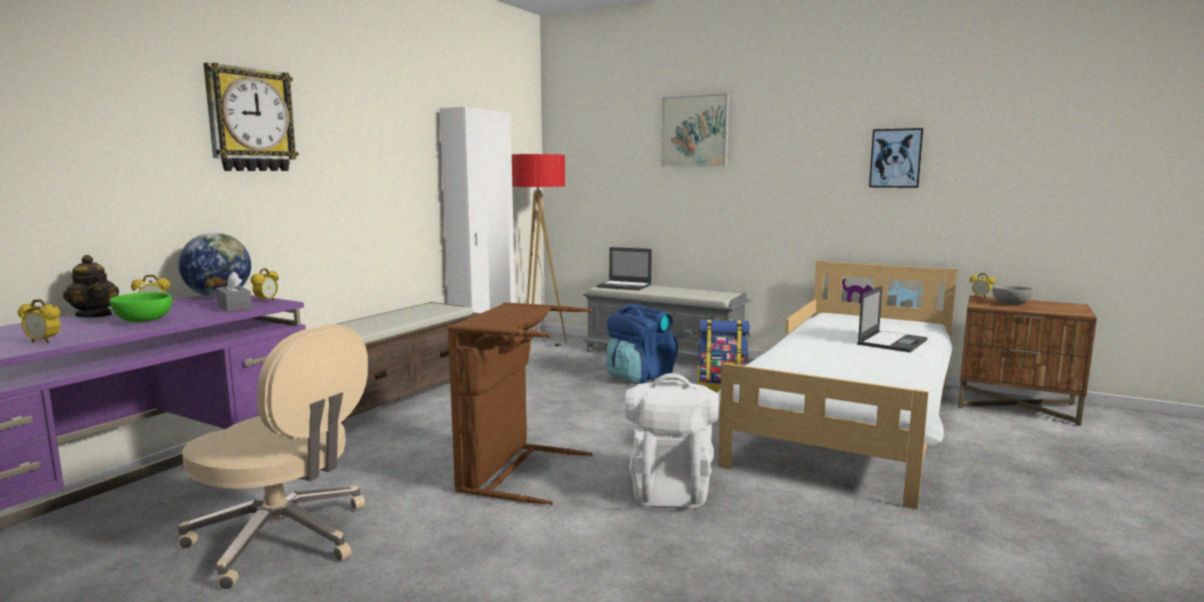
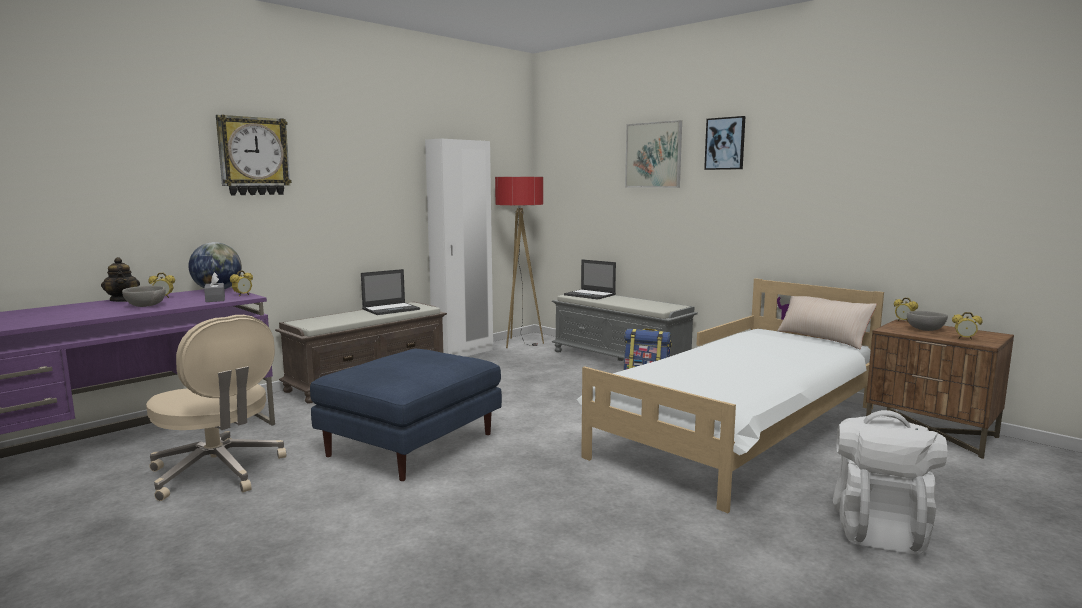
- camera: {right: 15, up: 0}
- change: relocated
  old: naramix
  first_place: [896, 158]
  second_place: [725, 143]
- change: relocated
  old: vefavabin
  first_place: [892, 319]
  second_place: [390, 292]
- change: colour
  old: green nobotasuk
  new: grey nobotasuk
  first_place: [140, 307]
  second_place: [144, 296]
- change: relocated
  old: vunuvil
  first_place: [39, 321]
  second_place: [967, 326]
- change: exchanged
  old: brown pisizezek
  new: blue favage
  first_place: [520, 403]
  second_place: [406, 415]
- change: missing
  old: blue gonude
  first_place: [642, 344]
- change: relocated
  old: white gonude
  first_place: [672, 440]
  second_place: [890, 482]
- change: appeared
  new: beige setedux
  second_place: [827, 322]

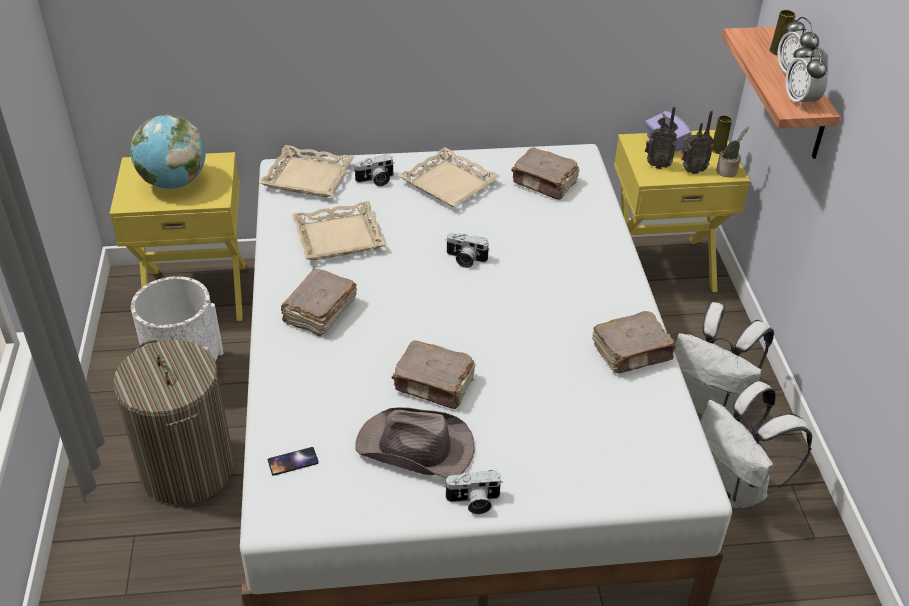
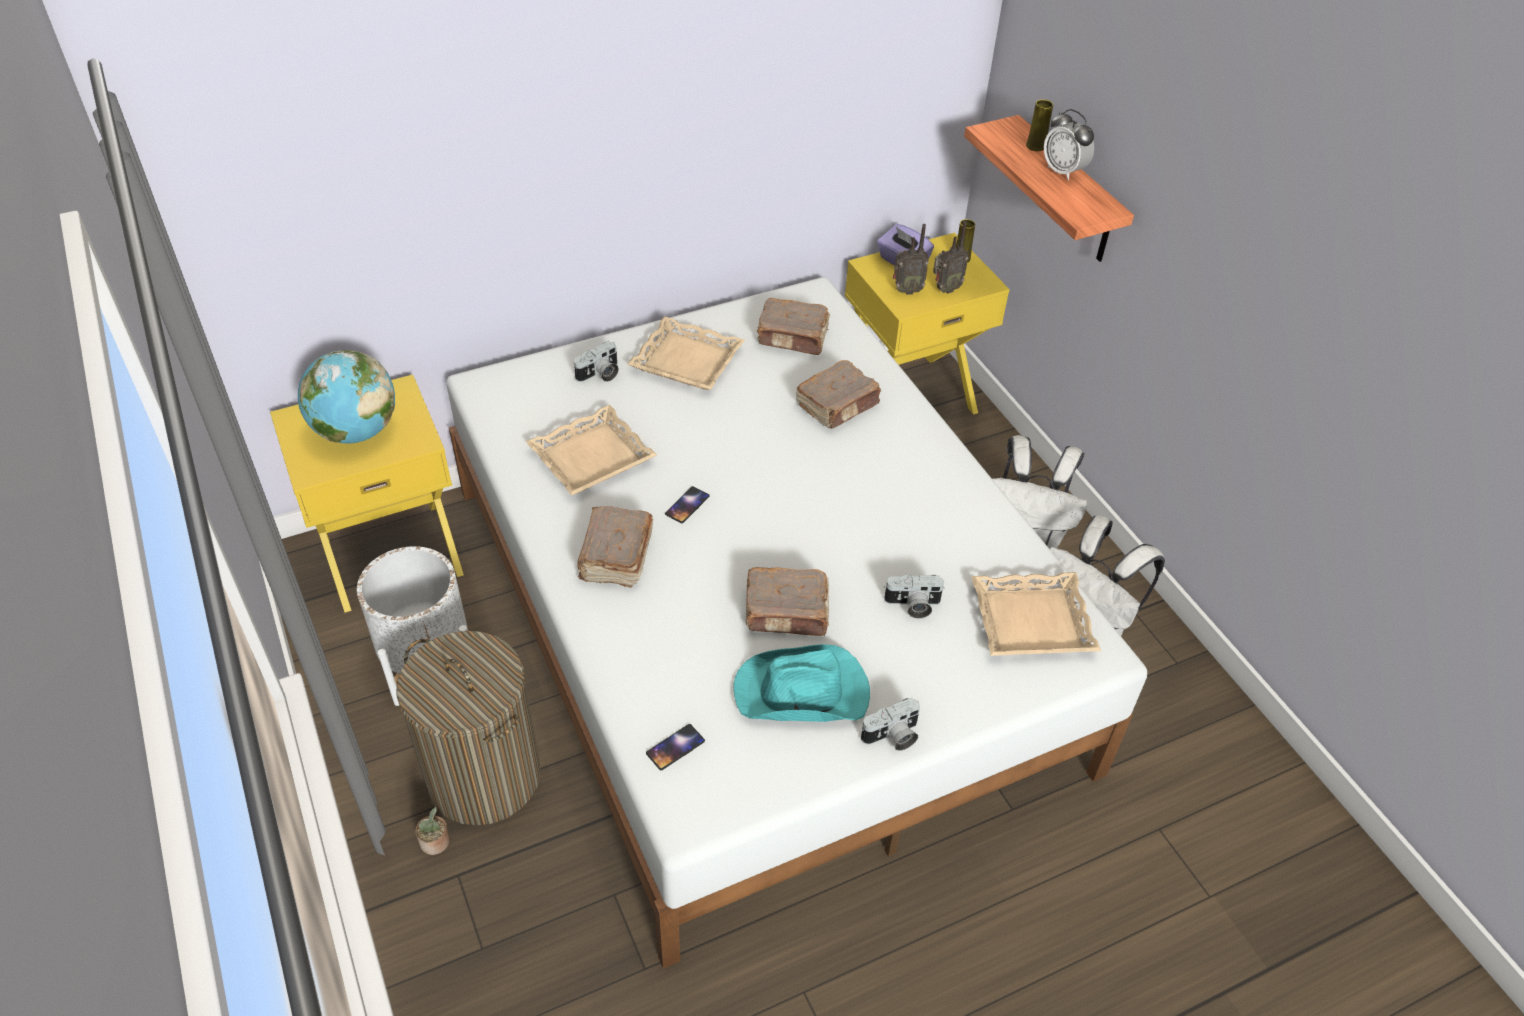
- camera: {right: -20, up: 5}
- change: missing
  old: vunuvil
  first_place: [806, 76]
- change: relocated
  old: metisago
  first_place: [732, 151]
  second_place: [433, 831]
- change: relocated
  old: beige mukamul
  first_place: [306, 171]
  second_place: [1036, 614]
- change: relocated
  old: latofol
  first_place: [468, 250]
  second_place: [914, 596]
- change: relocated
  old: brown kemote
  first_place: [634, 342]
  second_place: [838, 394]
- change: colour
  old: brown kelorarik
  new: turquoise kelorarik
  first_place: [415, 443]
  second_place: [801, 683]
- change: appeared
  new: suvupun
  second_place: [687, 504]

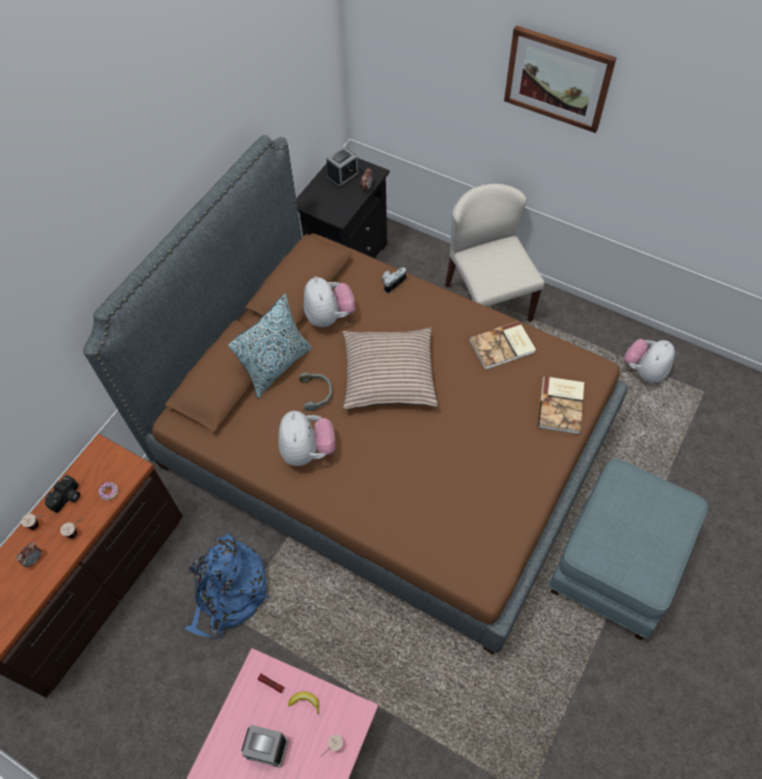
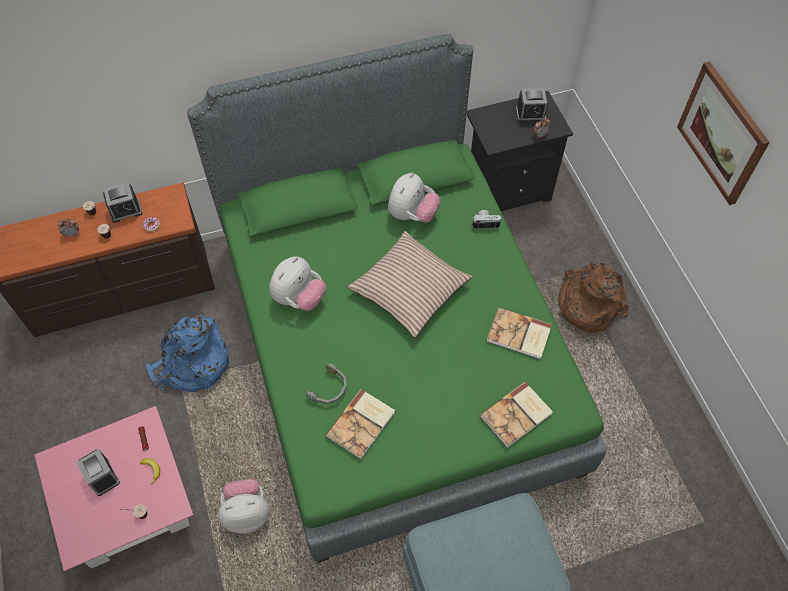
- camera: {right: 40, up: 0}
- change: colour
  old: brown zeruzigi
  new: green zeruzigi
  first_place: [355, 394]
  second_place: [396, 298]
- change: exchanged
  old: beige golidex
  new: brown gonude
  first_place: [495, 252]
  second_place: [593, 298]
- change: missing
  old: setedux
  first_place: [270, 345]
- change: relocated
  old: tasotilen
  first_place: [649, 361]
  second_place: [243, 506]
- change: relocated
  old: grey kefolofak
  first_place: [315, 392]
  second_place: [326, 383]
- change: exchanged
  old: latofol
  new: vunuvil
  first_place: [62, 494]
  second_place: [123, 203]
- change: appeared
  new: kemote
  second_place: [360, 424]

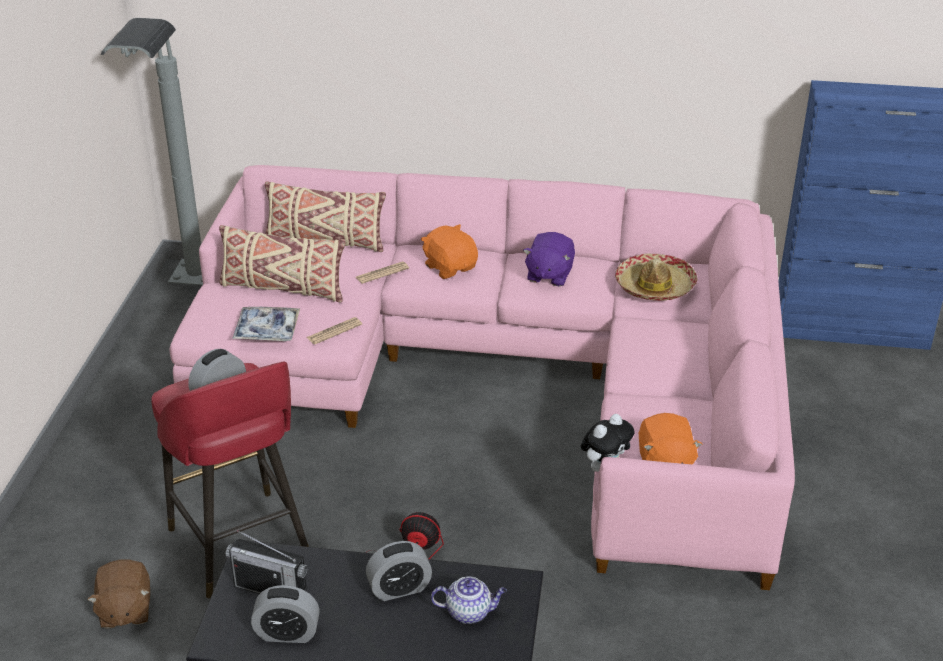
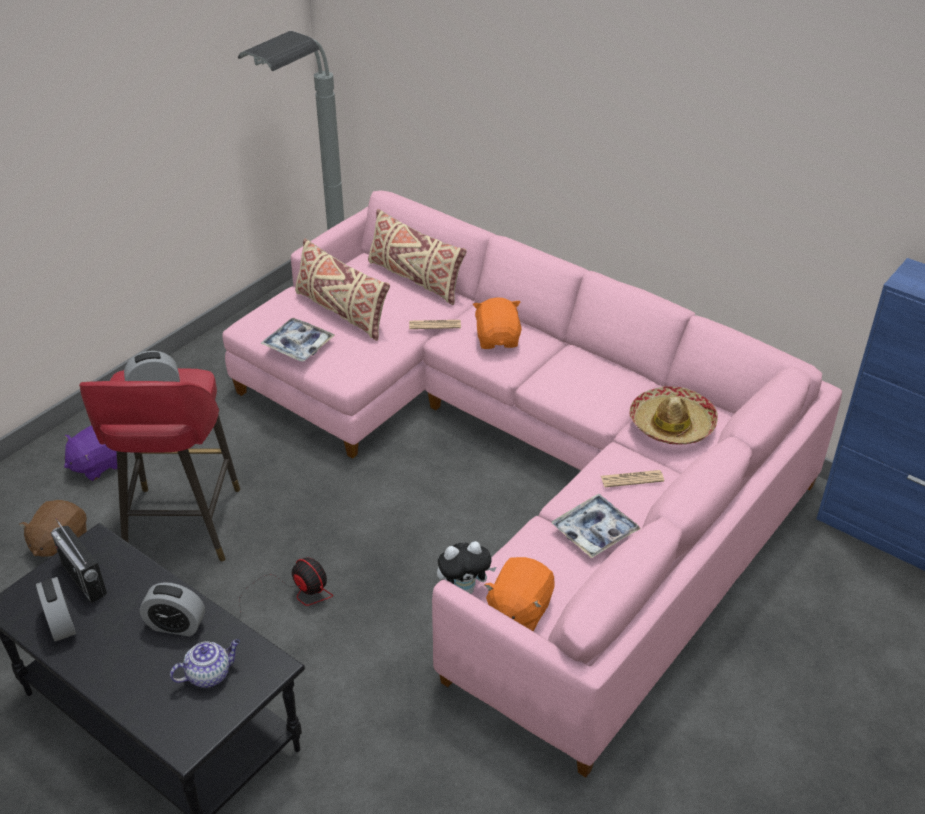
- camera: {right: 30, up: 5}
- change: relocated
  old: purple tasotilen
  first_place: [549, 259]
  second_place: [90, 453]
- change: relocated
  old: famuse
  first_place: [334, 331]
  second_place: [632, 478]
- change: spun
  old: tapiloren
  first_place: [469, 600]
  second_place: [205, 663]
  degrees: -60
- change: spun
  old: vunuvil
  first_place: [285, 614]
  second_place: [56, 609]
  degrees: -150
- change: appeared
  new: mukamul
  second_place: [596, 526]

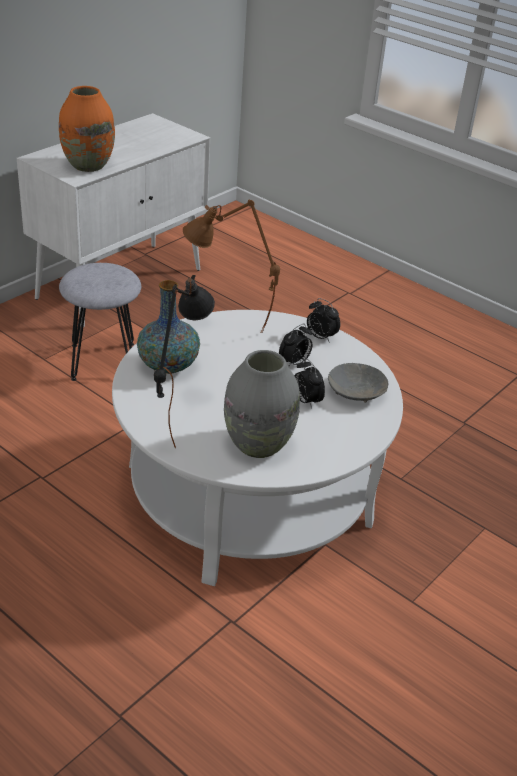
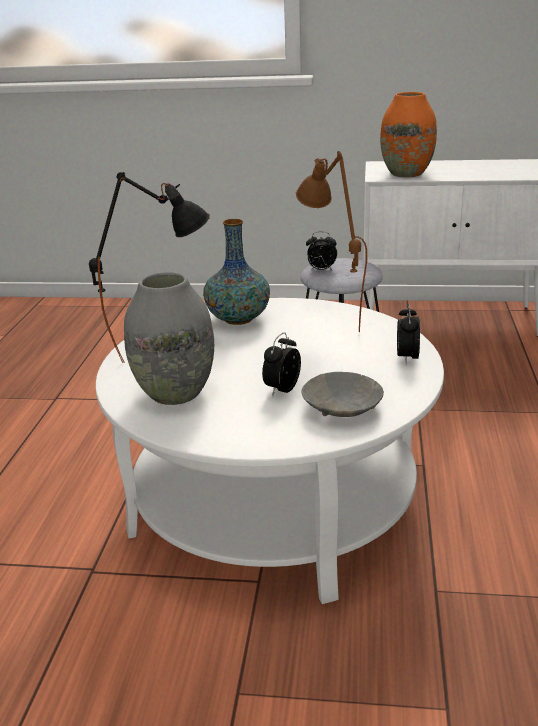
- camera: {right: 60, up: -10}
- change: relocated
  old: vunuvil
  first_place: [295, 345]
  second_place: [321, 251]

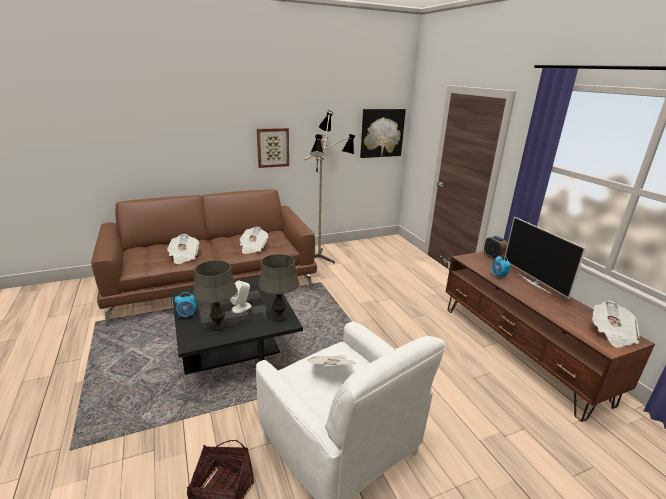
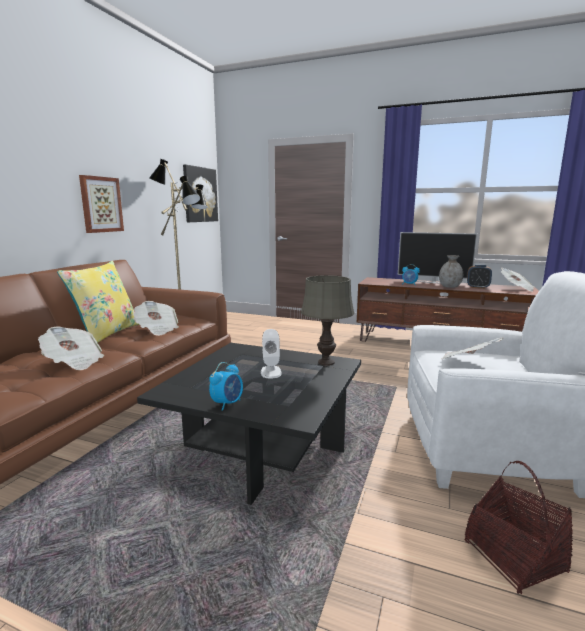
- camera: {right: -45, up: -10}
- change: relocated
  old: vunuvil
  first_place: [496, 248]
  second_place: [479, 277]
- change: missing
  old: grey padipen
  first_place: [215, 295]
- change: appeared
  new: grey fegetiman
  second_place: [451, 271]
- change: appeared
  new: yellow setedux
  second_place: [98, 302]

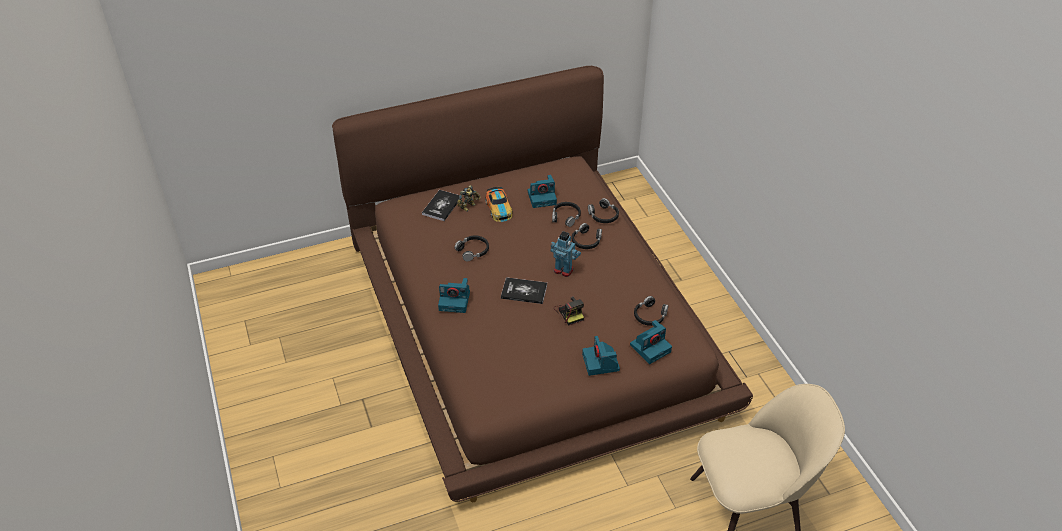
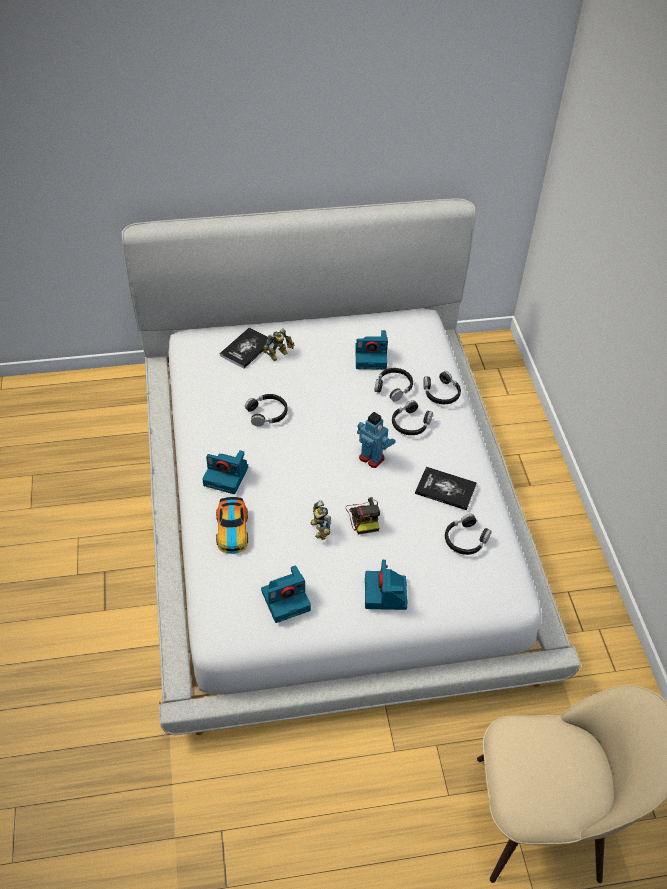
- camera: {right: 10, up: 5}
- change: colour
  old: brown zeruzigi
  new: white zeruzigi
  first_place: [542, 284]
  second_place: [351, 466]
- change: relocated
  old: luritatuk
  first_place: [499, 204]
  second_place: [232, 525]
- change: relocated
  old: kemote
  first_place: [524, 290]
  second_place: [446, 488]
- change: relocated
  old: latofol
  first_place: [651, 342]
  second_place: [286, 594]
- change: appeared
  new: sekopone
  second_place: [320, 520]

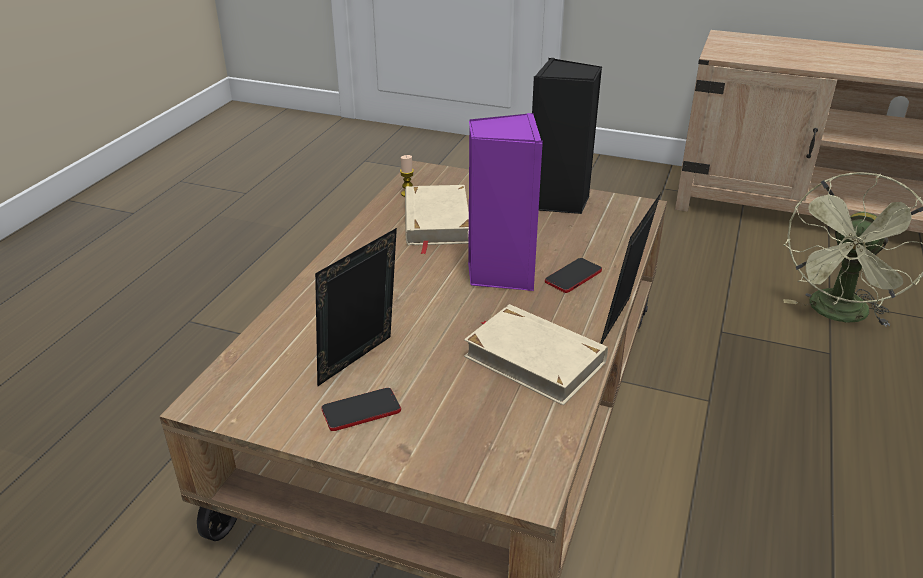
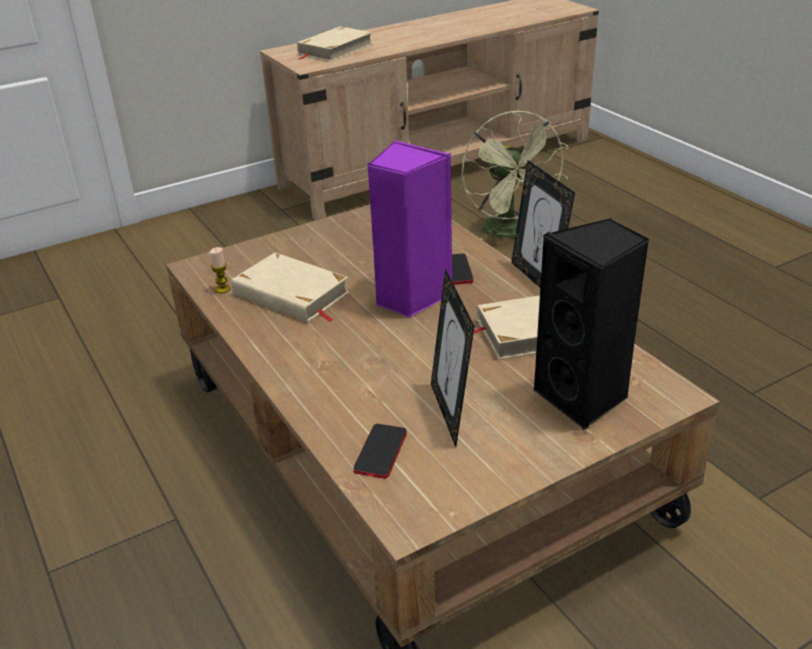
- camera: {right: -50, up: 0}
- change: relocated
  old: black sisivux
  first_place: [567, 136]
  second_place: [591, 324]
- change: relocated
  old: suvupun
  first_place: [361, 409]
  second_place: [380, 451]
- change: appeared
  new: beige kemote
  second_place: [335, 43]

